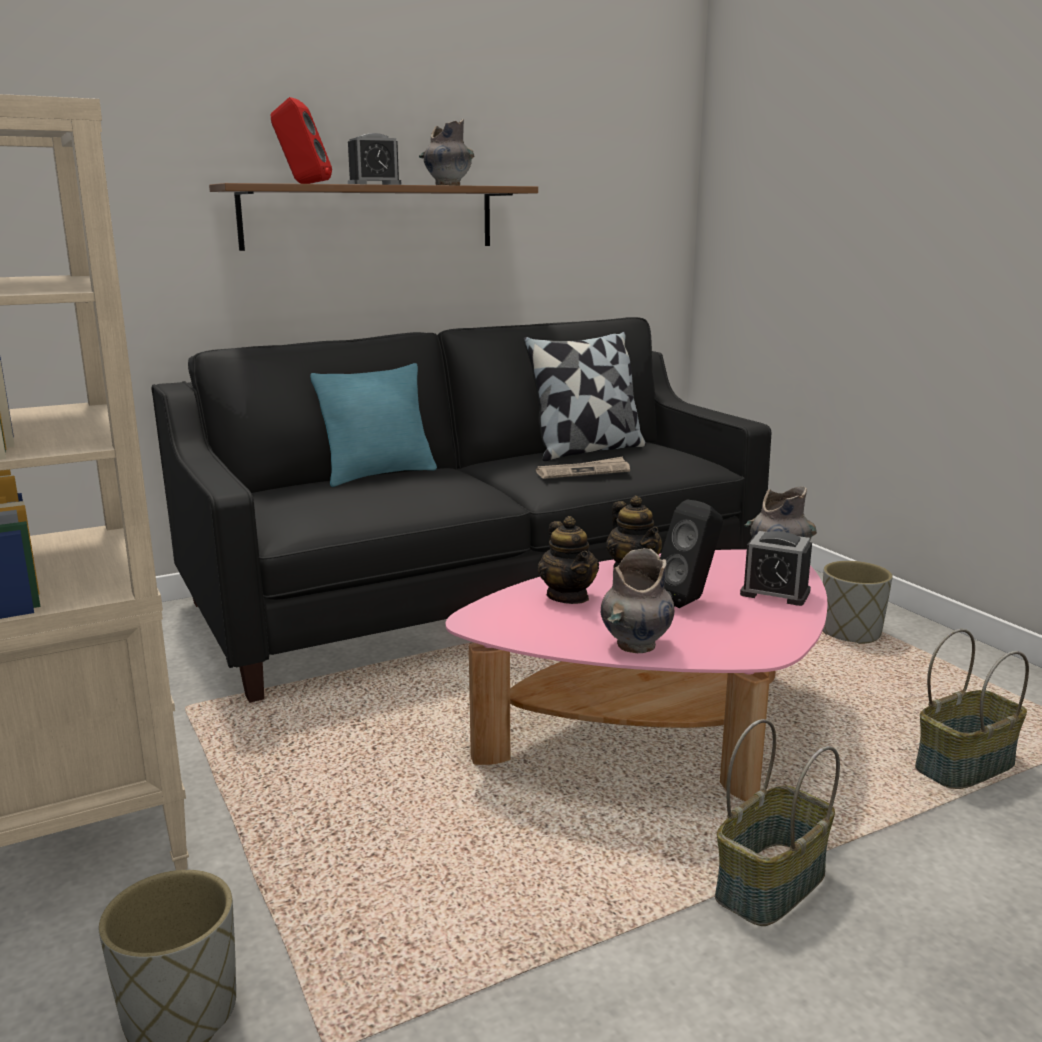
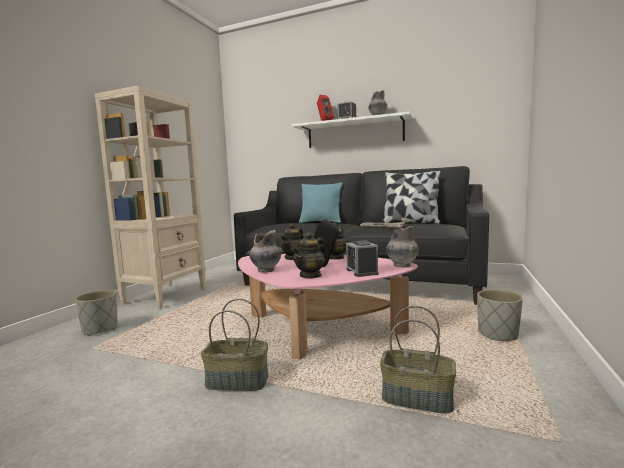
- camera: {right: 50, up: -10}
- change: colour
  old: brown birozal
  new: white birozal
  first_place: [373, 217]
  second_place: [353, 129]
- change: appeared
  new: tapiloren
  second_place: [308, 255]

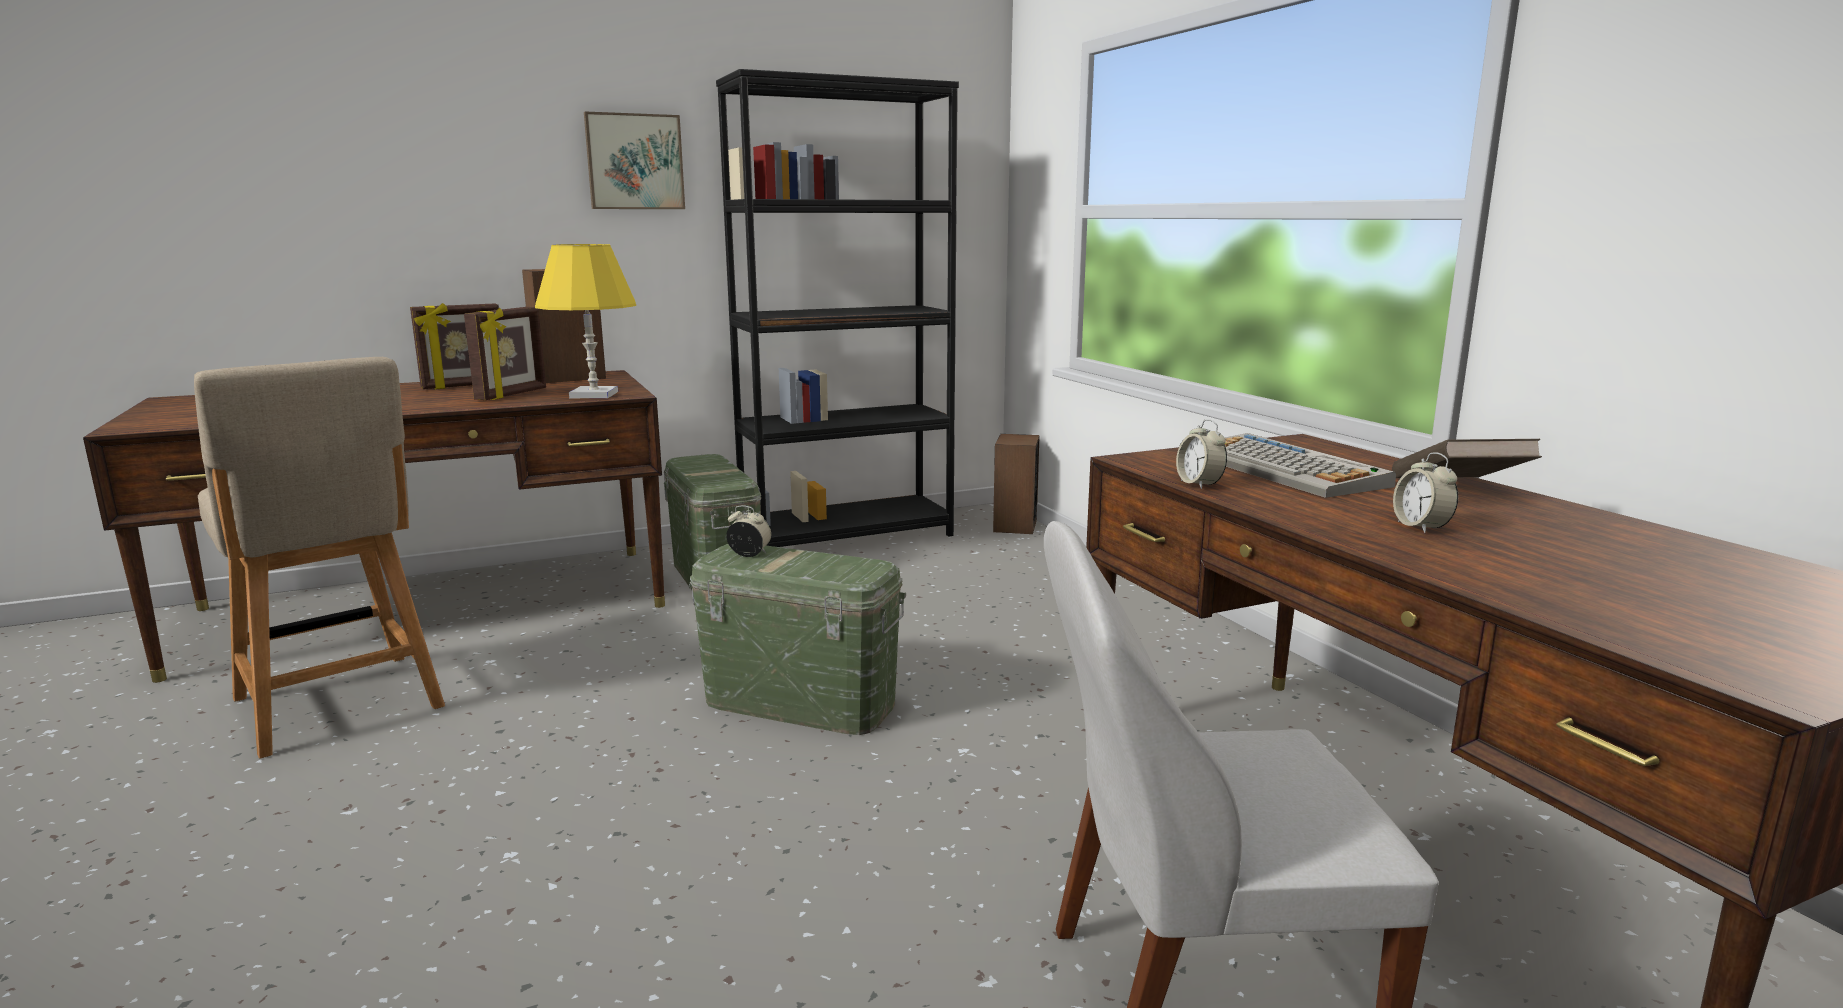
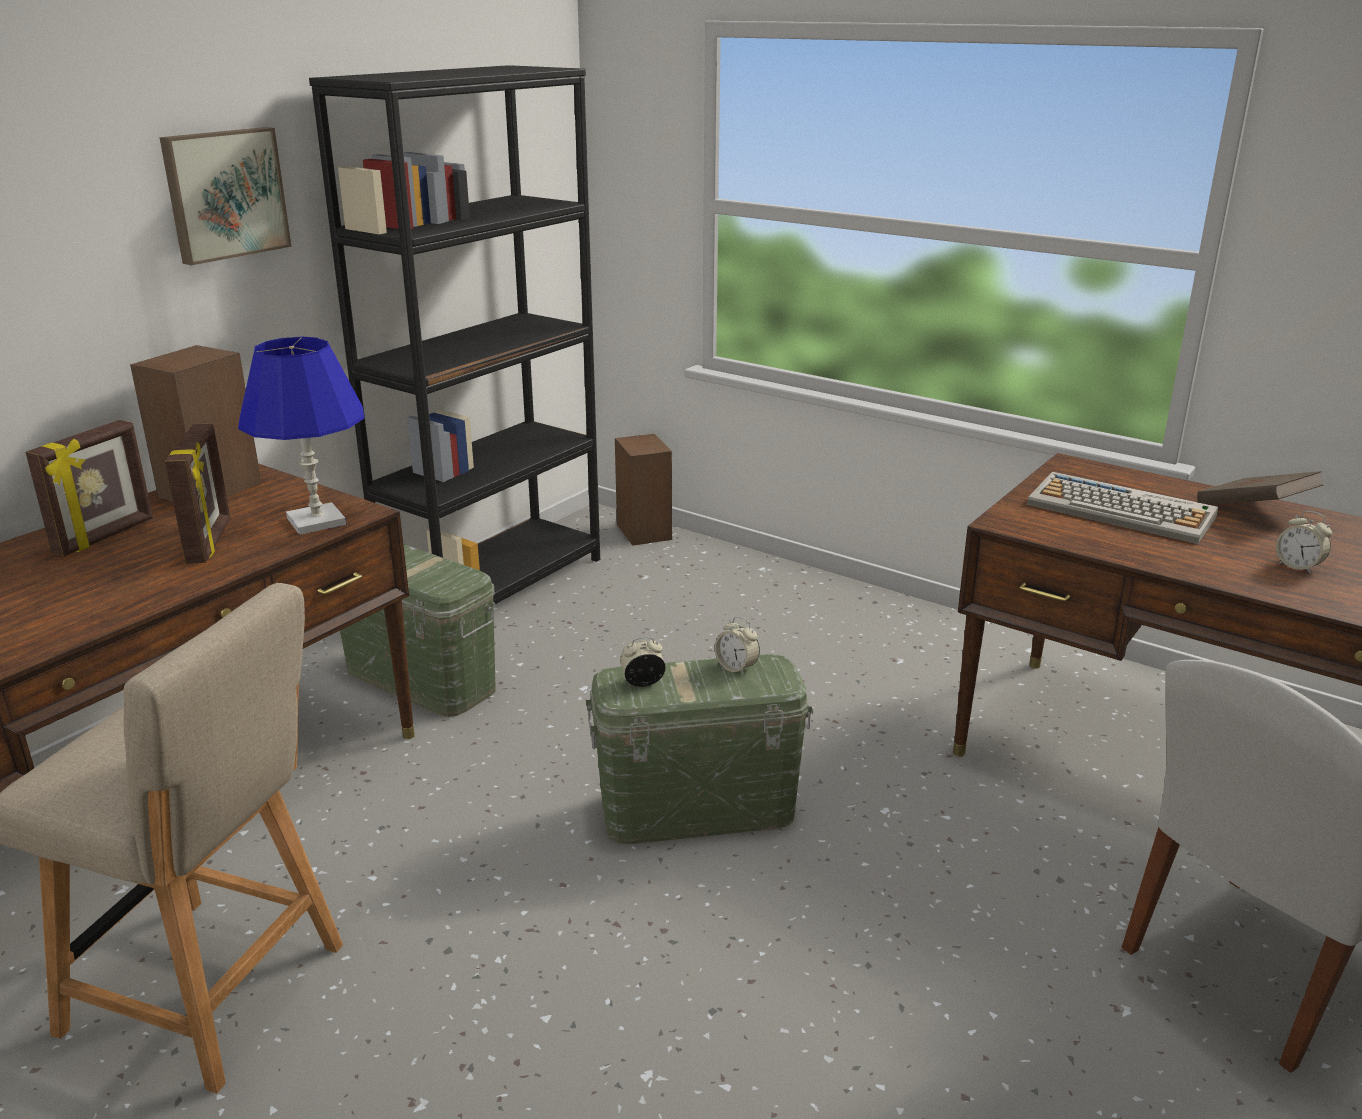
- camera: {right: -30, up: 10}
- change: colour
  old: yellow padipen
  new: blue padipen
  first_place: [585, 321]
  second_place: [301, 435]
- change: relocated
  old: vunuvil
  first_place: [1201, 454]
  second_place: [737, 646]

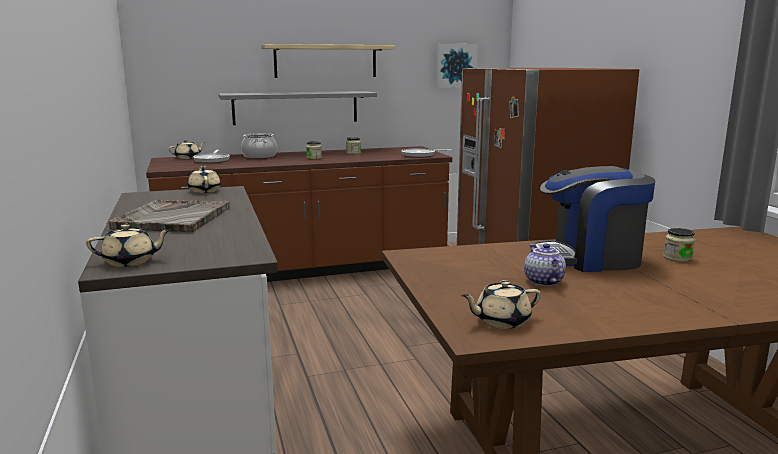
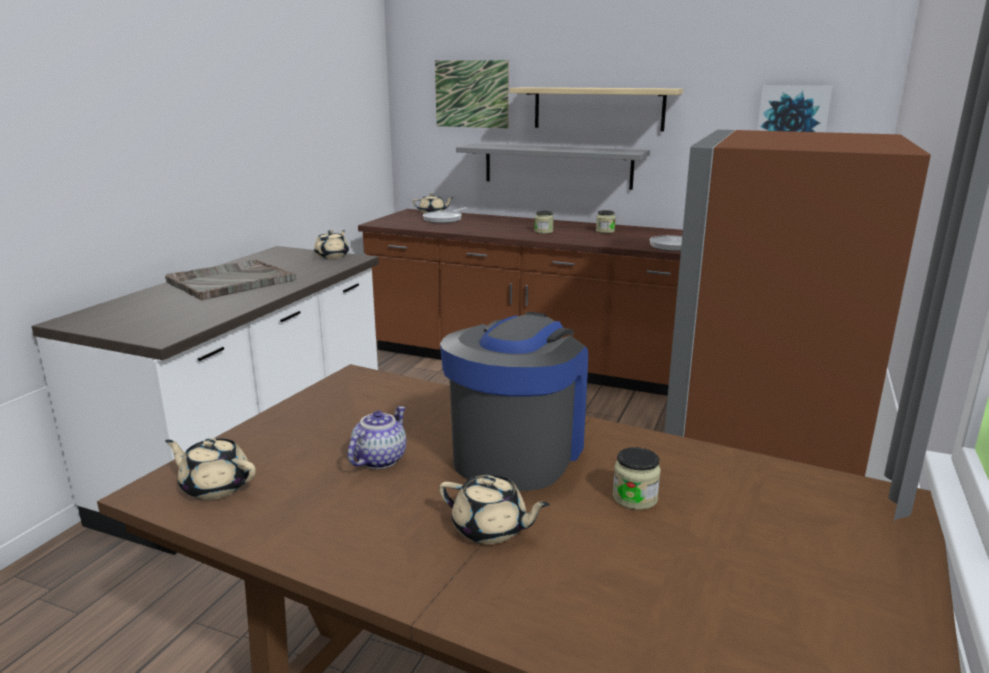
- camera: {right: 40, up: 5}
- change: missing
  old: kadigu
  first_place: [259, 146]
- change: spun
  old: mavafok
  first_place: [594, 219]
  second_place: [514, 401]
  degrees: 75
- change: relocated
  old: beige tapiloren
  first_place: [128, 245]
  second_place: [494, 509]
- change: appeared
  new: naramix
  second_place: [472, 94]

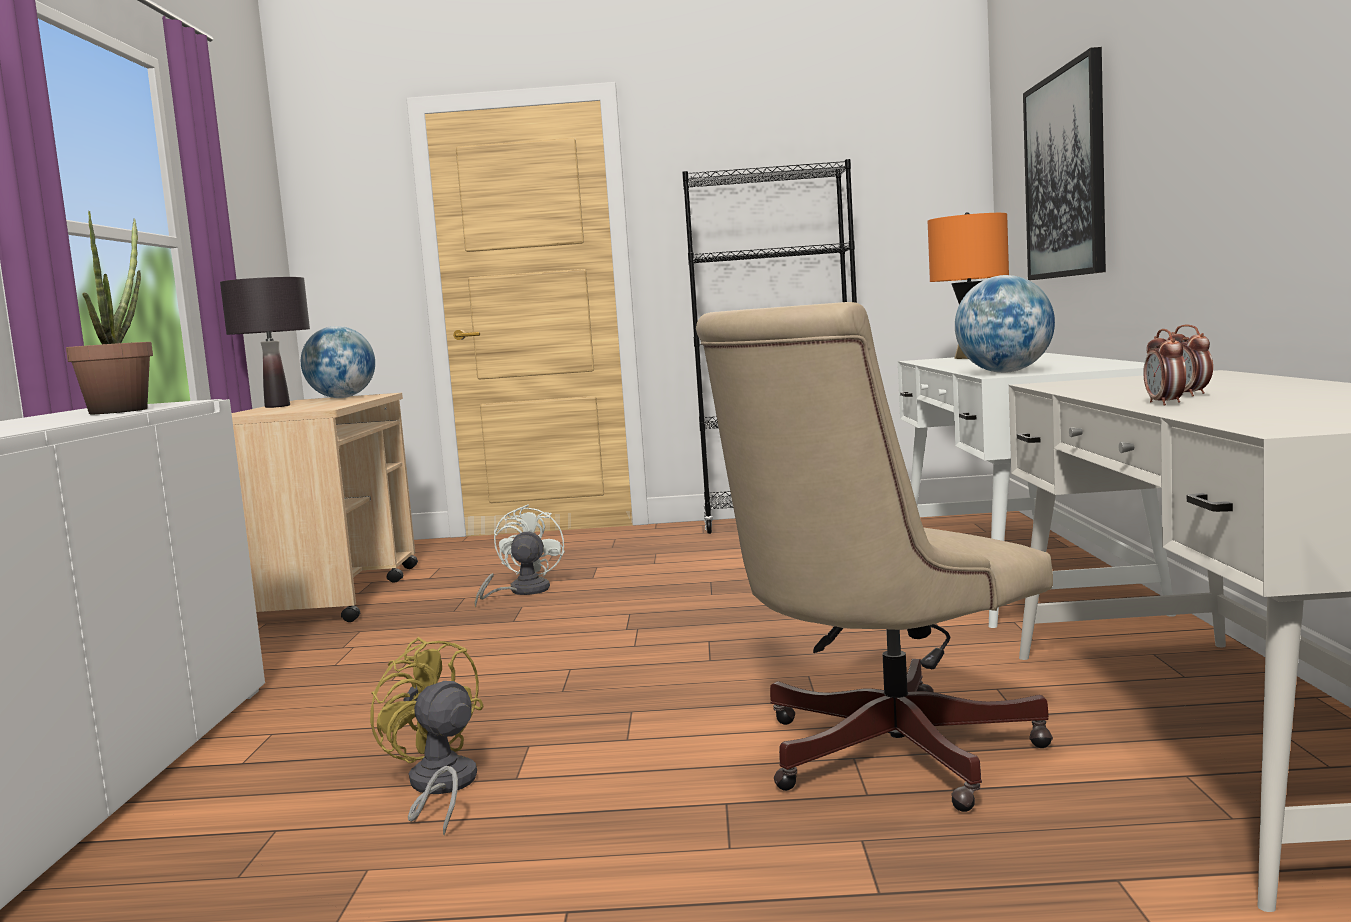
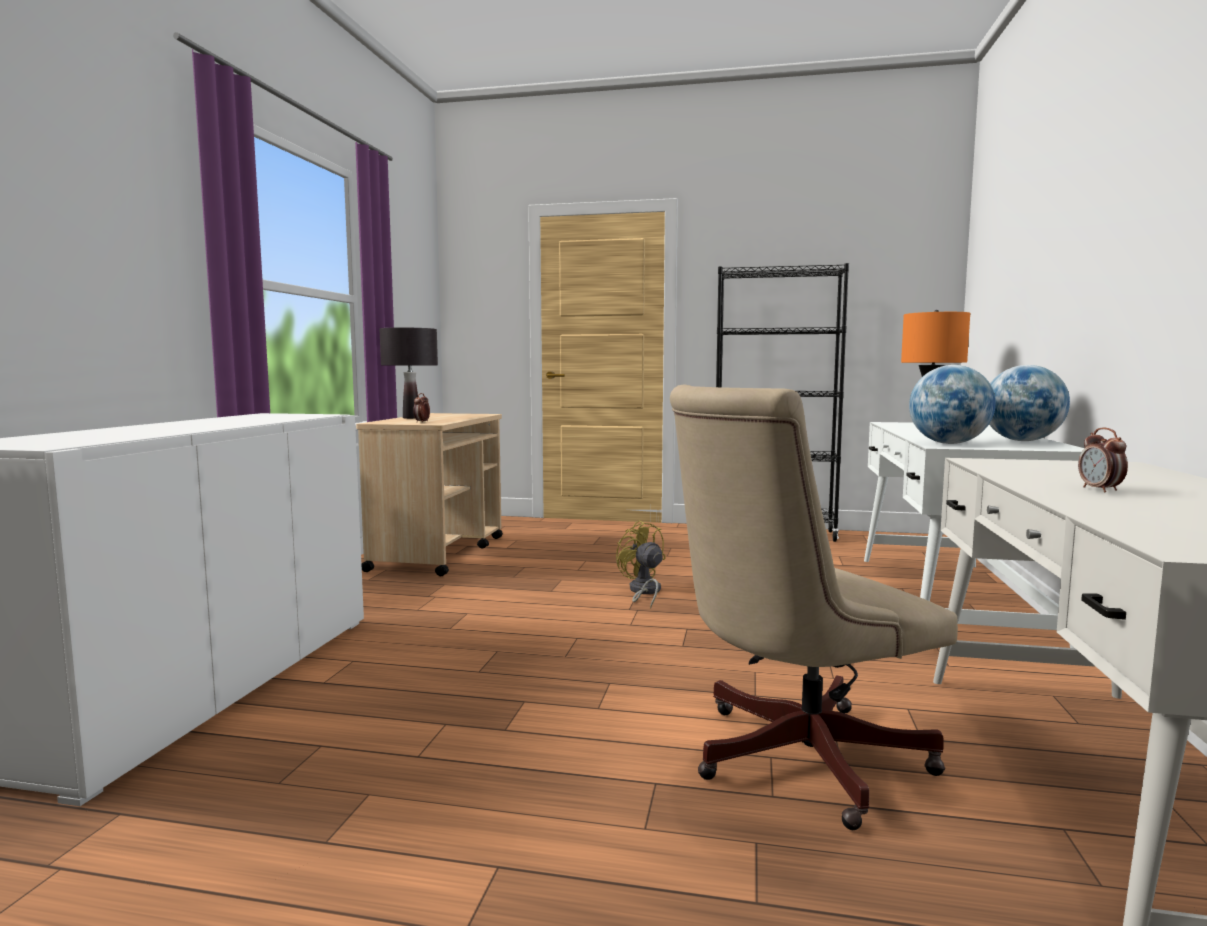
- camera: {right: 10, up: 0}
- change: missing
  old: naramix
  first_place: [1064, 163]
- change: missing
  old: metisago
  first_place: [109, 312]
- change: relocated
  old: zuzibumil
  first_place: [338, 362]
  second_place: [1029, 403]
- change: relocated
  old: vunuvil
  first_place: [1164, 367]
  second_place: [421, 408]
- change: missing
  old: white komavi
  first_place: [519, 556]
- change: relocated
  old: yellow komavi
  first_place: [427, 736]
  second_place: [641, 564]

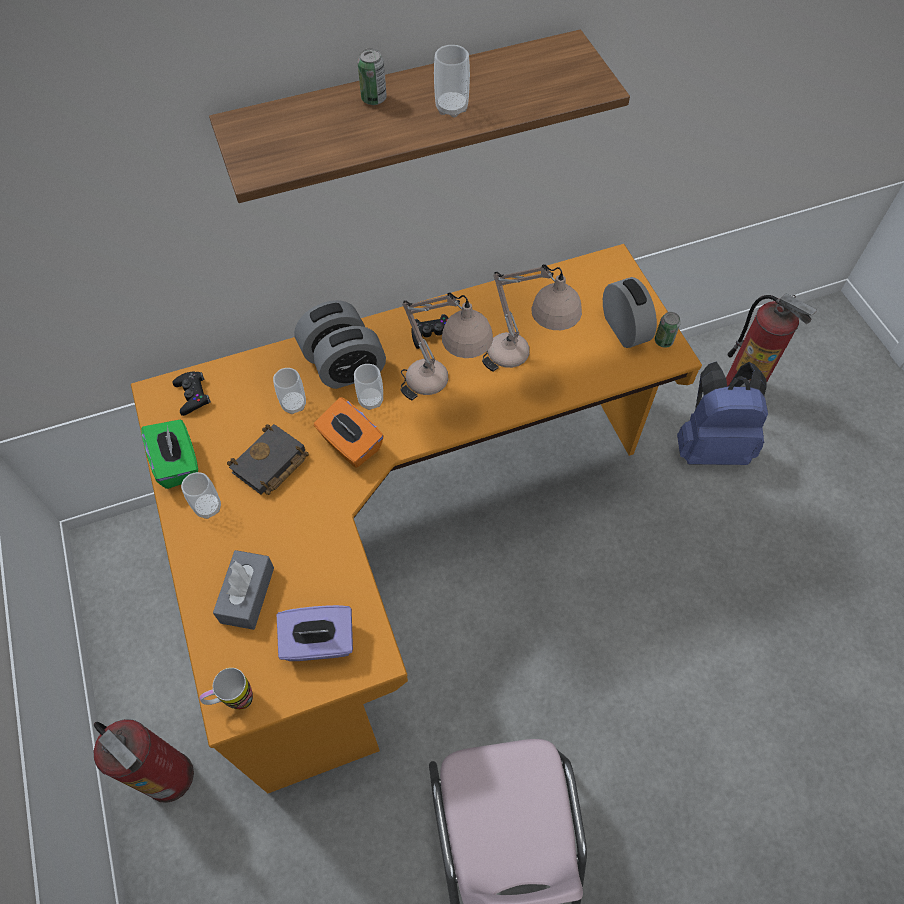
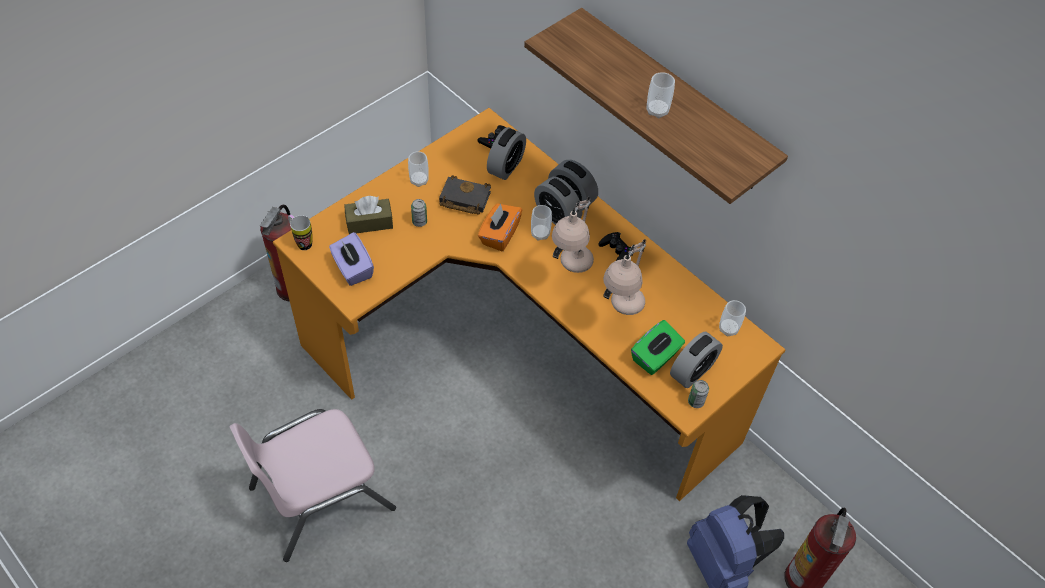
- camera: {right: 65, up: -5}
- change: relocated
  old: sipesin
  first_place: [372, 76]
  second_place: [419, 213]
- change: relocated
  old: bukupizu
  first_place: [289, 391]
  second_place: [732, 318]
- change: relocated
  old: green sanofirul
  first_place: [169, 454]
  second_place: [658, 347]
- change: colour
  old: grey sanofirul
  new: brown sanofirul
  first_place: [243, 590]
  second_place: [368, 215]
- change: appeared
  new: vunuvil
  second_place: [506, 153]

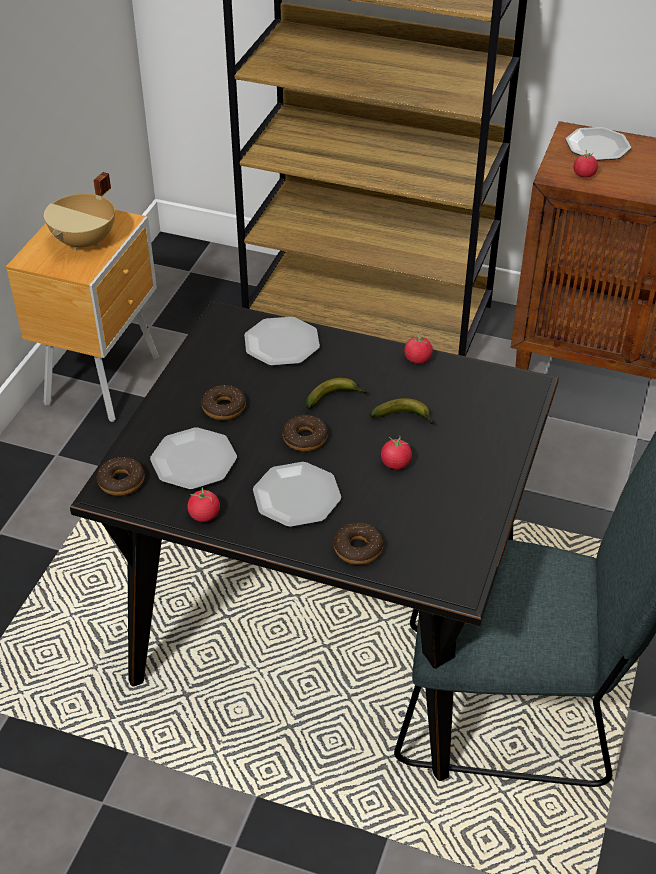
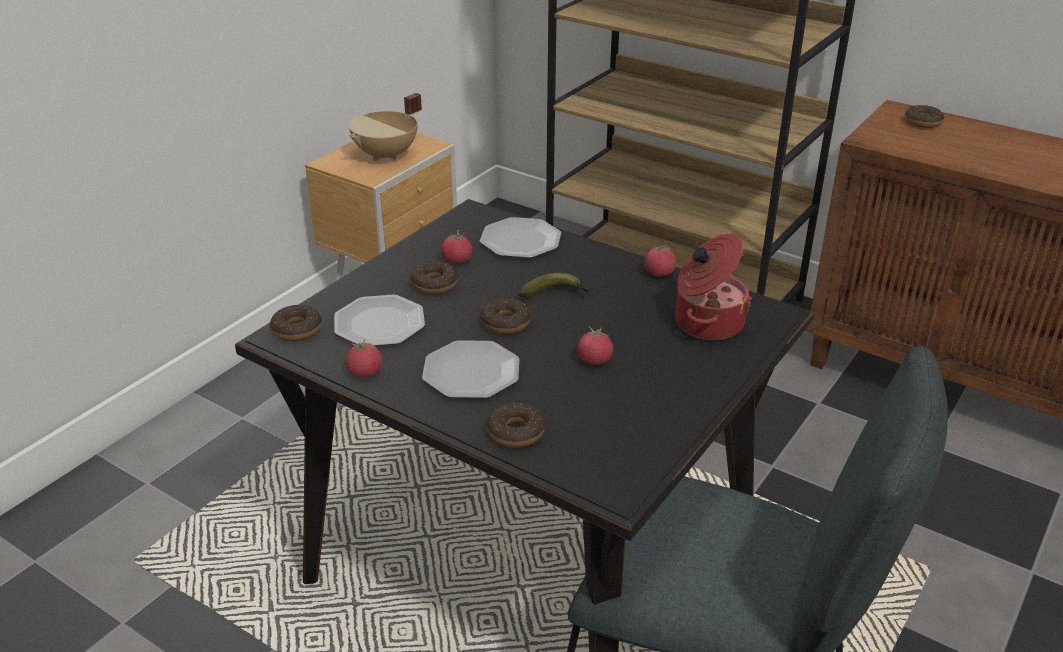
- camera: {right: 15, up: -10}
- change: exchanged
  old: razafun
  new: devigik
  first_place: [598, 144]
  second_place: [924, 116]
- change: relocated
  old: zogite
  first_place: [585, 164]
  second_place: [456, 247]
- change: missing
  old: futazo
  first_place: [402, 411]
- change: appeared
  new: kadigu
  second_place: [713, 287]

